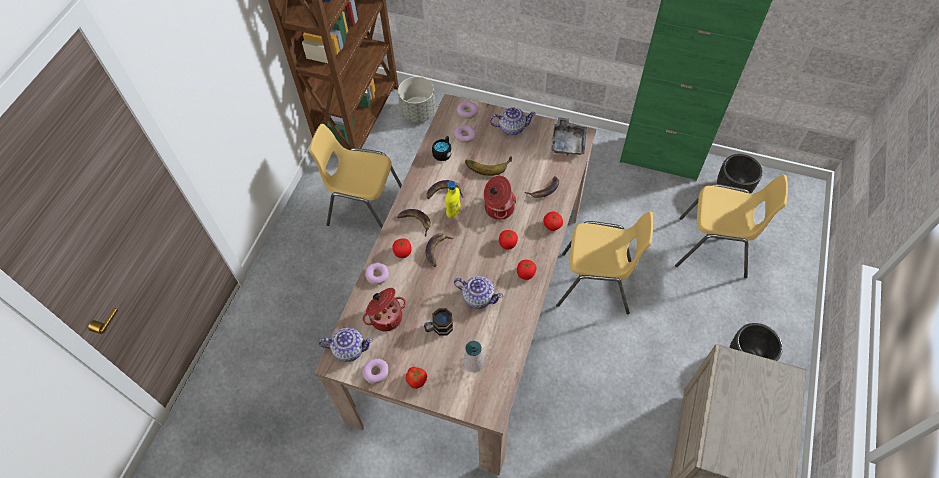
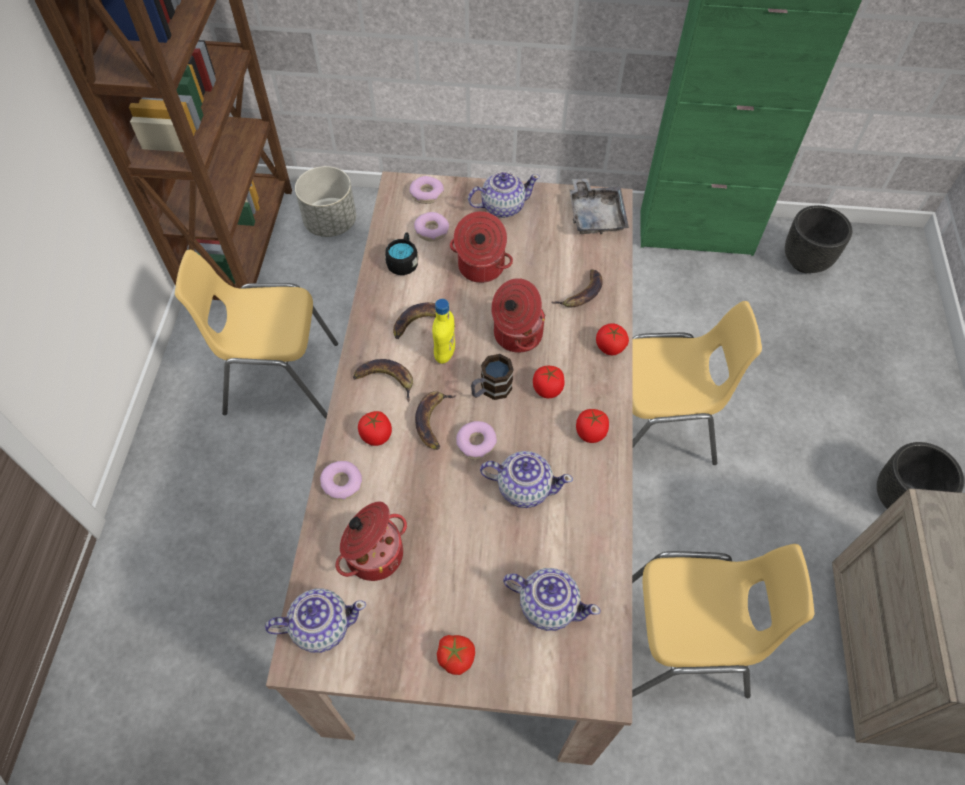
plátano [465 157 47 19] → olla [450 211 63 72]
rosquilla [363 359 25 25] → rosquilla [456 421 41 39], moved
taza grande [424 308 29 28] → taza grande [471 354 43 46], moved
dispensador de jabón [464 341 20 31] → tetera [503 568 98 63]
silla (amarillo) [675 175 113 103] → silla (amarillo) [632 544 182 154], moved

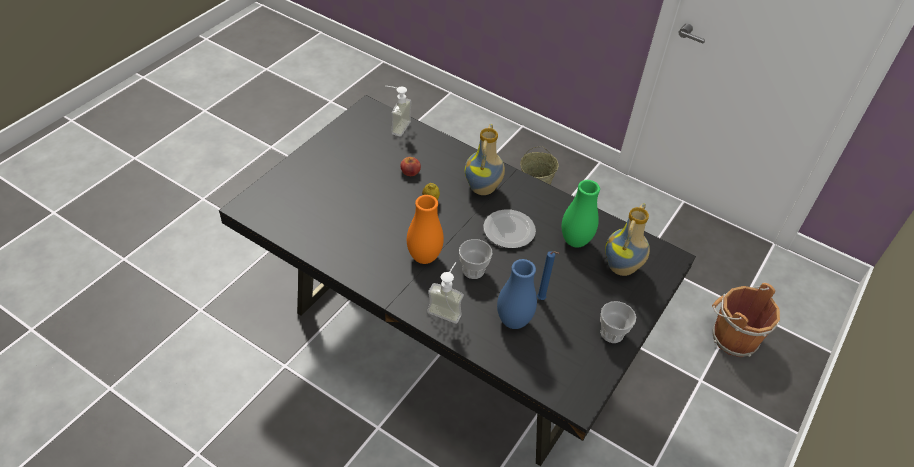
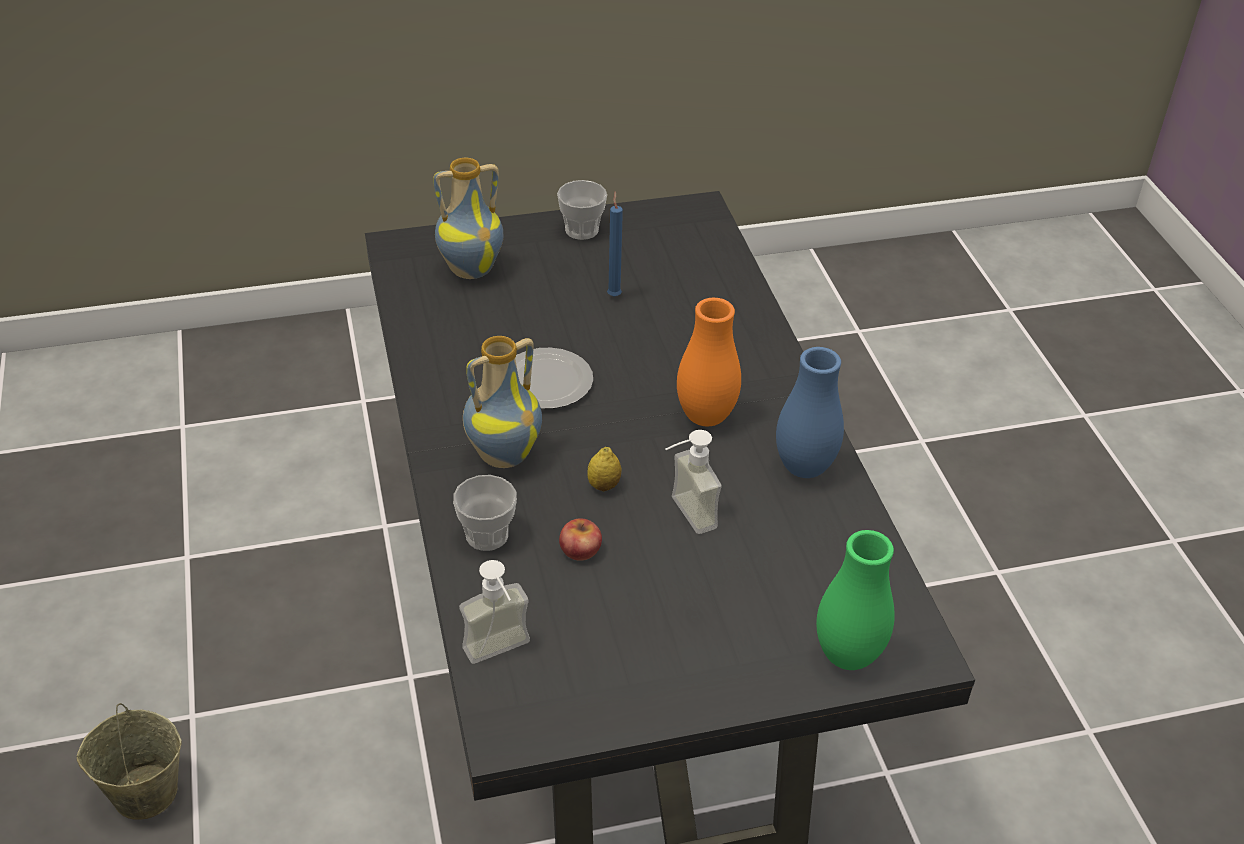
taza [459 239 33 40] → taza [453 475 64 76], moved
dispensador de jabón [427 262 37 62] → dispensador de jabón [665 430 57 104], moved
florero (azul) [497 259 40 70] → florero (azul) [776 347 68 131], moved
florero (verde) [562 180 38 68] → florero (verde) [816 530 79 140], moved
cubo (marrón) [712 283 68 74] → -

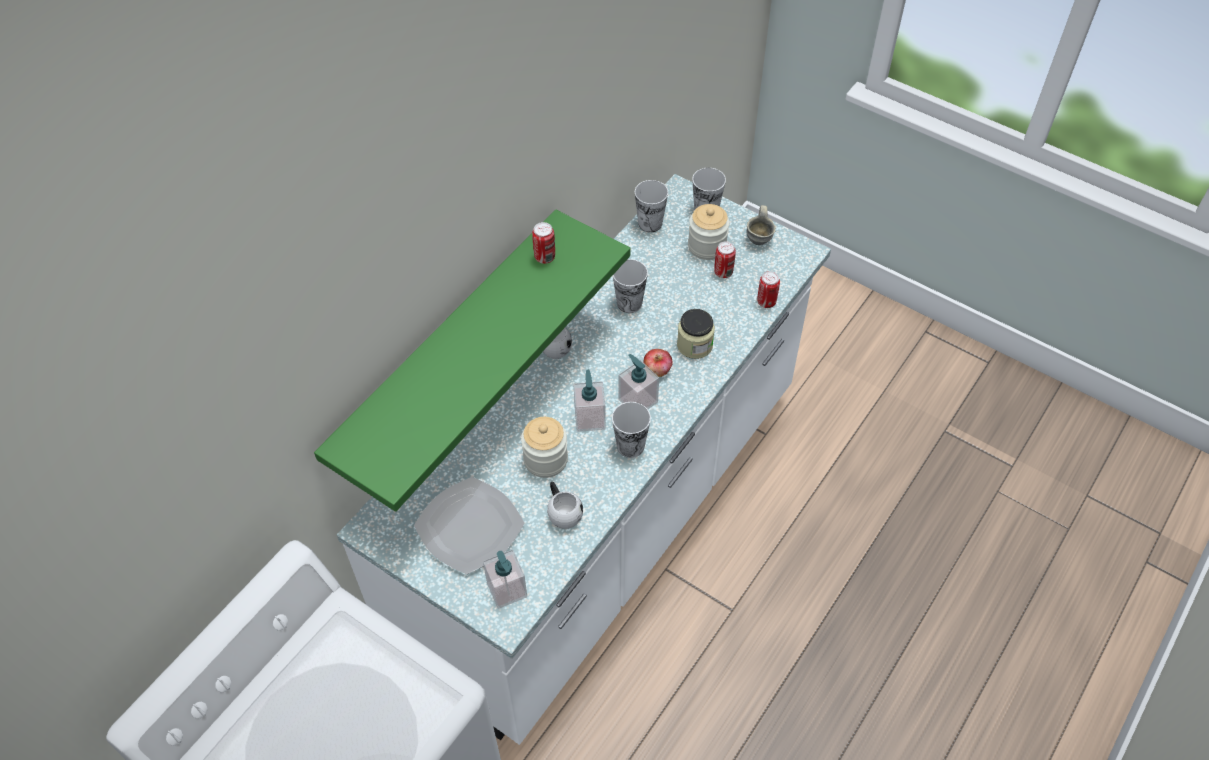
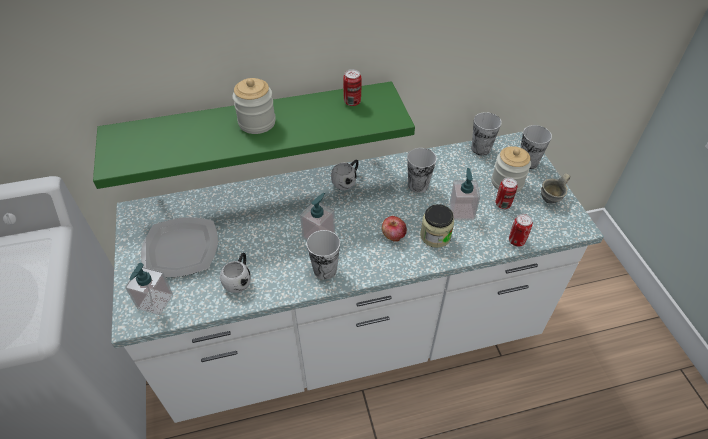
tarro [521 417 47 61] → tarro [233 78 43 56], moved
dispensador de jabón [618 354 41 55] → dispensador de jabón [449 168 31 52], moved

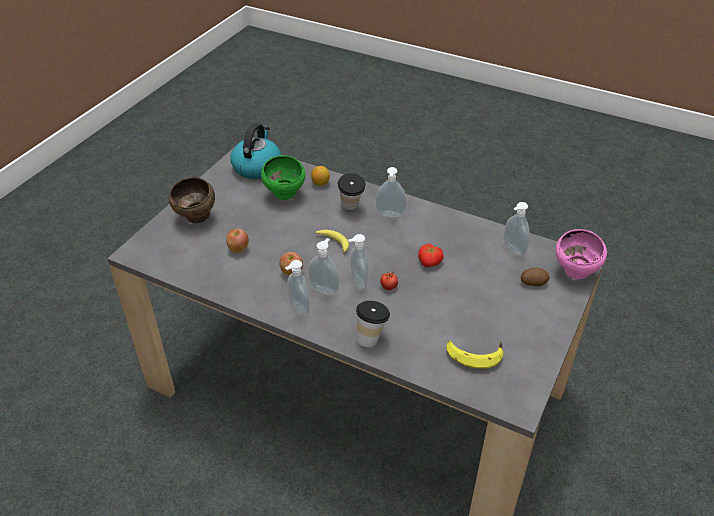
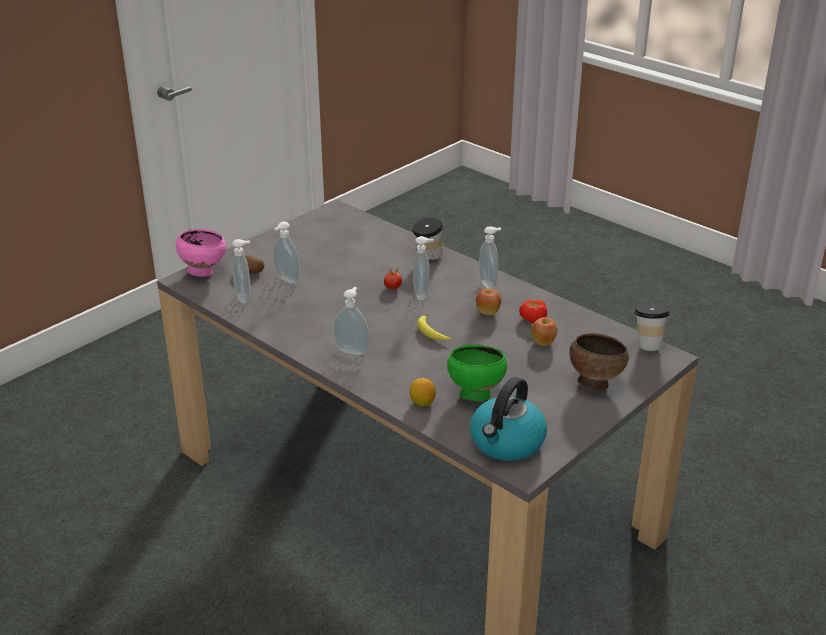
dispensador de jabón [308 238 32 58] → dispensador de jabón [273 222 27 61], moved
tomate [418 244 26 23] → tomate [519 299 28 24], moved
taza [338 173 28 37] → taza [634 304 36 47], moved
plátano [446 341 57 28] → -

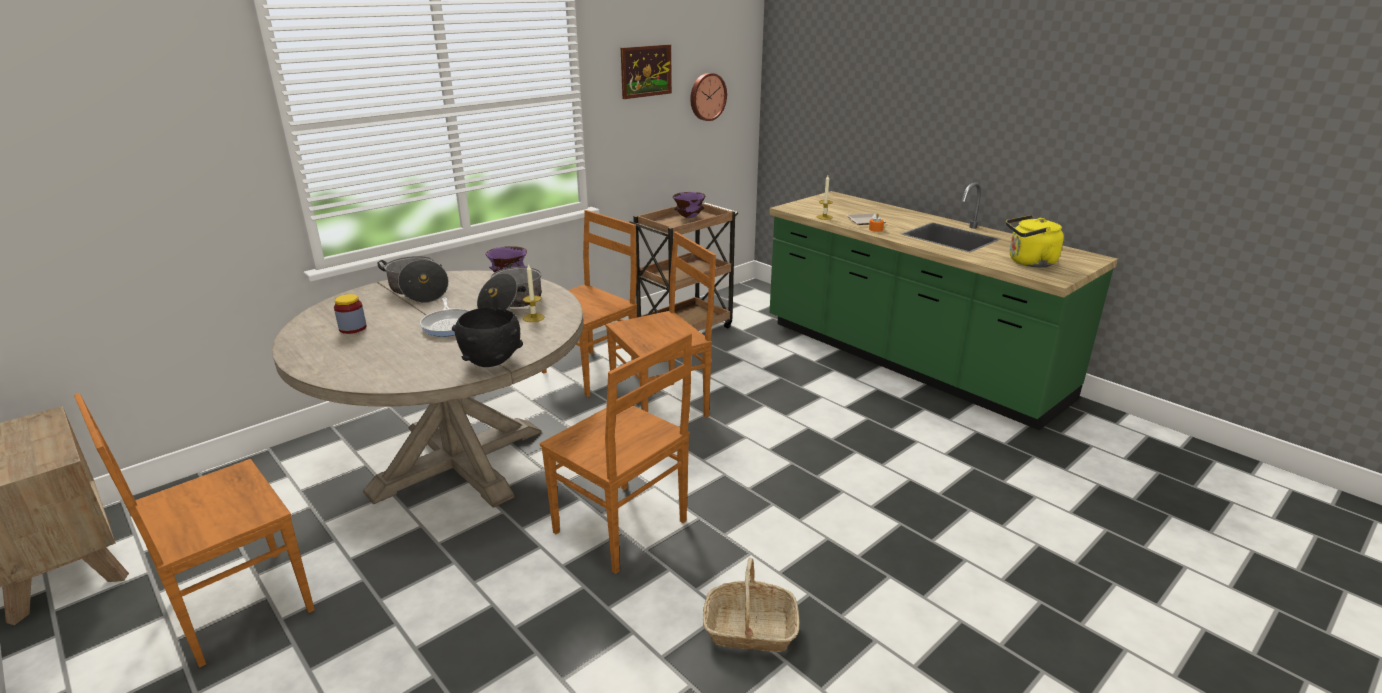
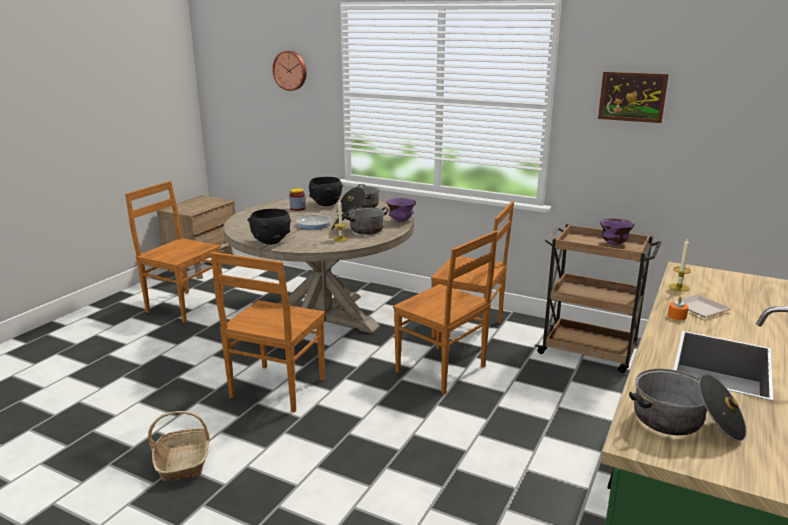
reloj de pared [690 73 37 48] → reloj de pared [272 51 34 40], moved
- → cuenco (negro) [309 177 34 29]
hervidor (amarillo) [1006 215 58 52] → olla [629 369 117 72]

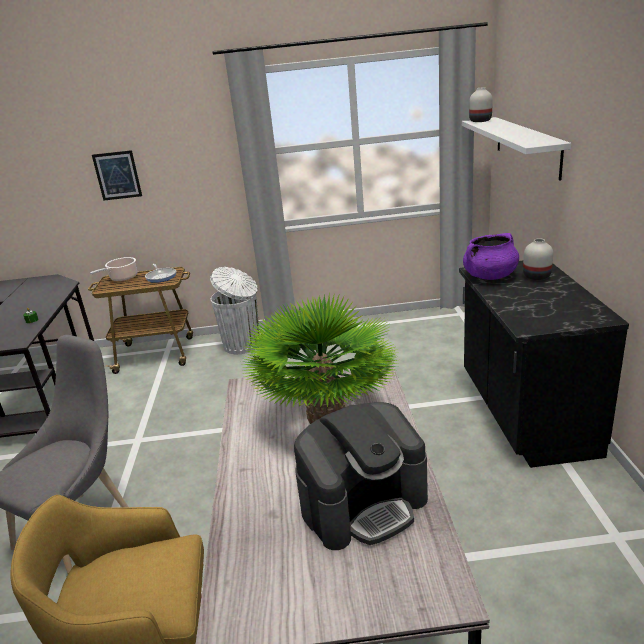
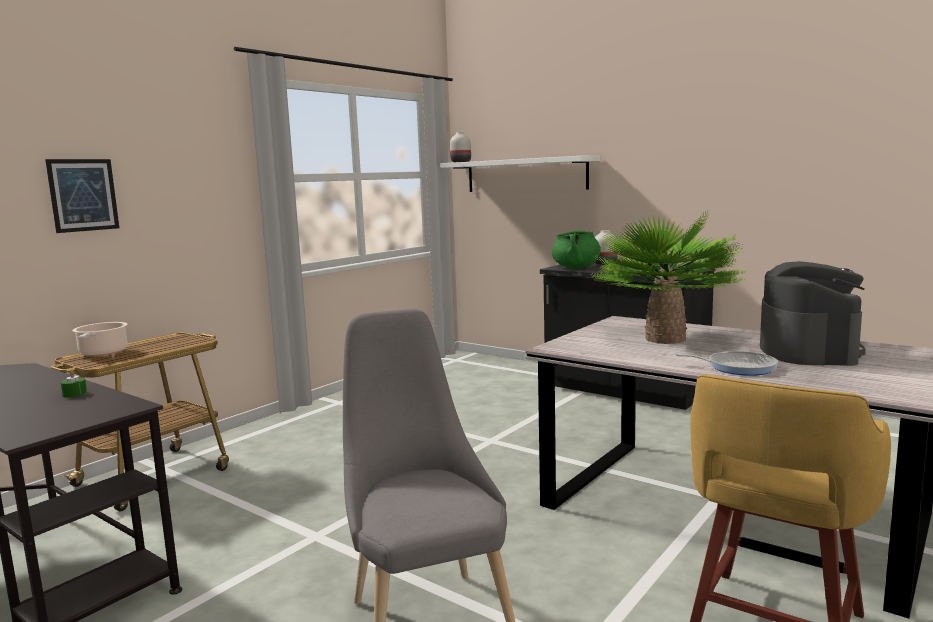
olla (morado) [463 233 56 47] → olla (verde) [552 230 49 38]
sartén [145 264 31 19] → sartén [675 351 103 25], moved
papelera (blanco) [210 267 49 87] → -

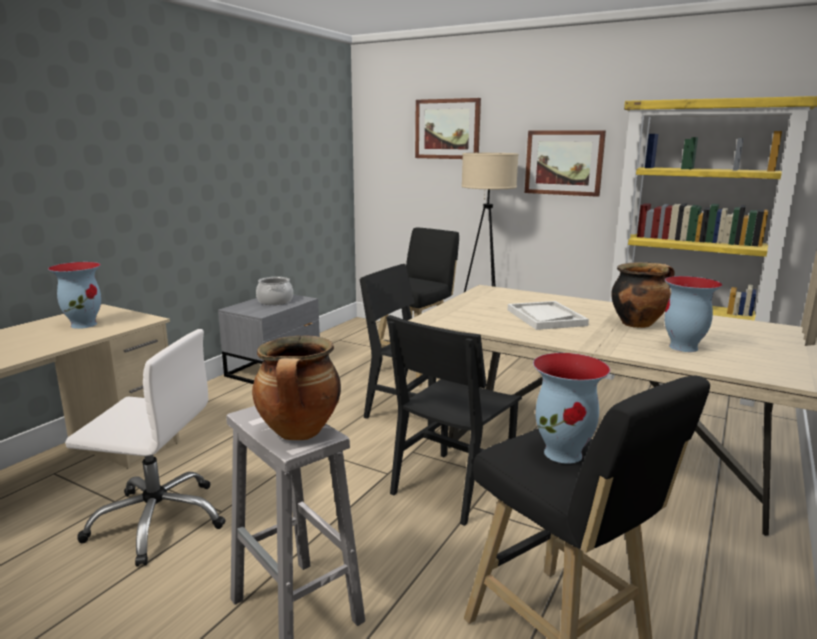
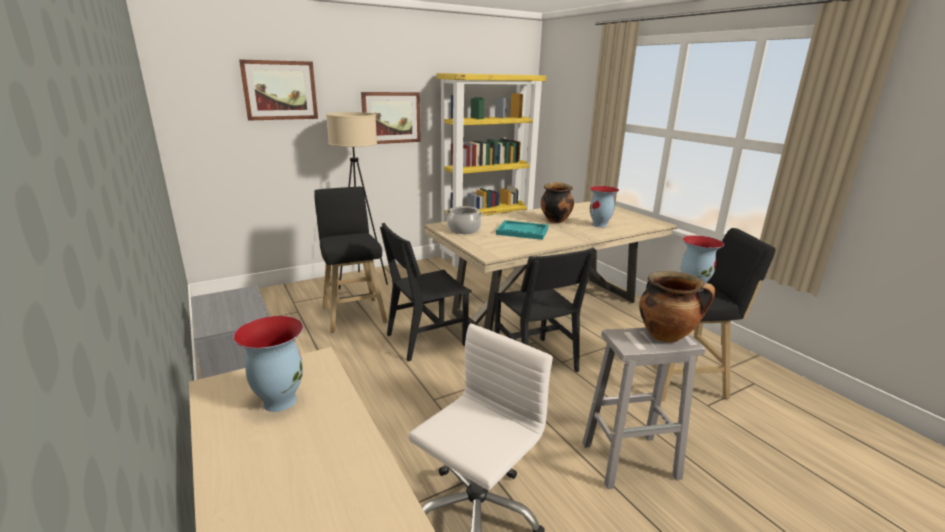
olla [256 277 37 28] → olla [445 206 39 28], moved
bandeja (blanco) [508 301 81 29] → bandeja (turquesa) [496 220 52 20]

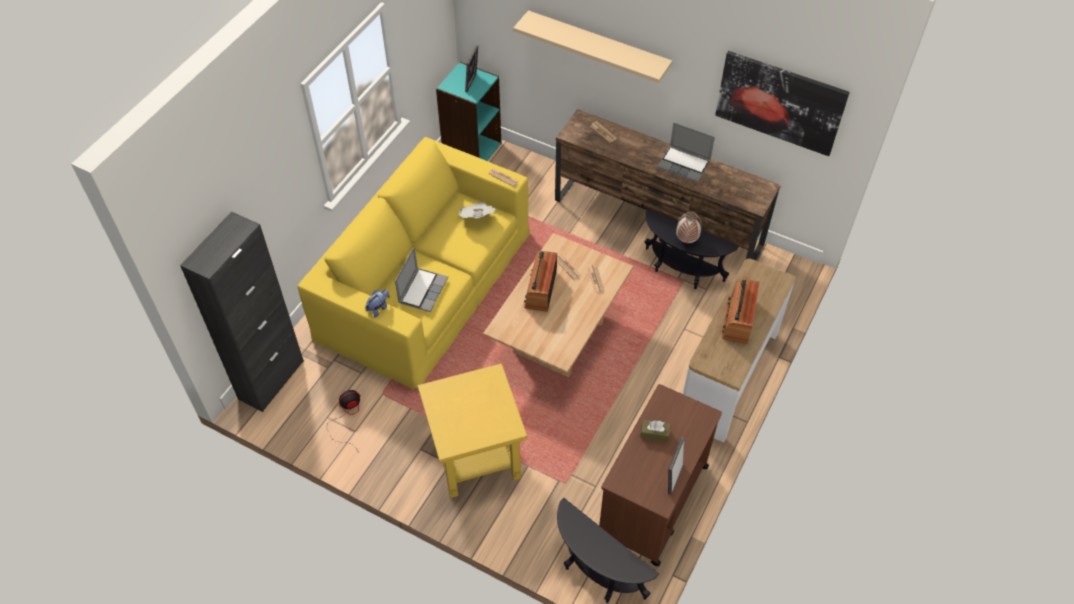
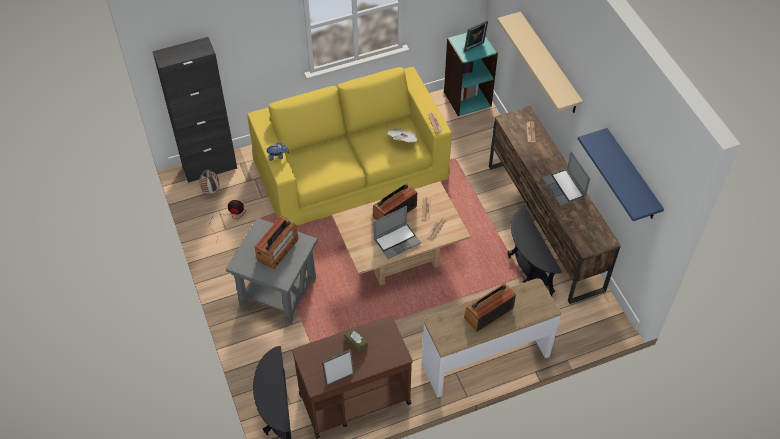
florero [676 211 27 32] → florero [199 170 21 24], moved
mesa auxiliar (amarillo) [418 363 109 135] → mesa auxiliar (gris) [226 218 92 107]
- → radio [255 216 44 53]
portátil [395 247 53 65] → portátil [373 206 48 53], moved
cuadro [715 51 135 105] → estante (azul) [578 128 86 93]

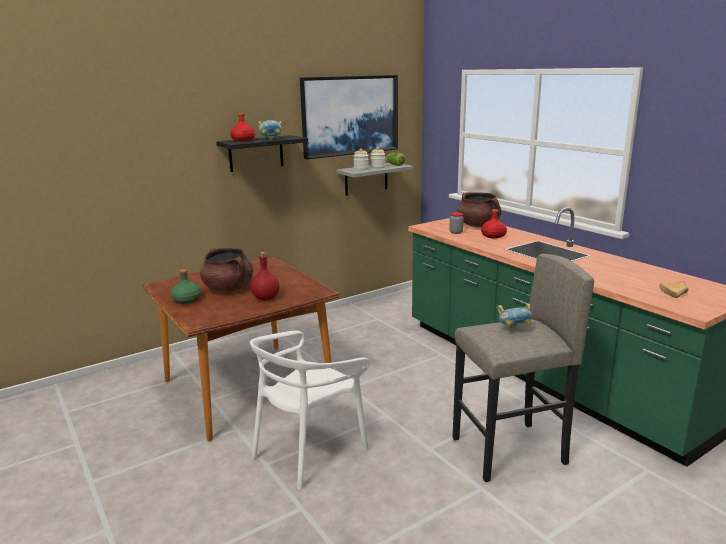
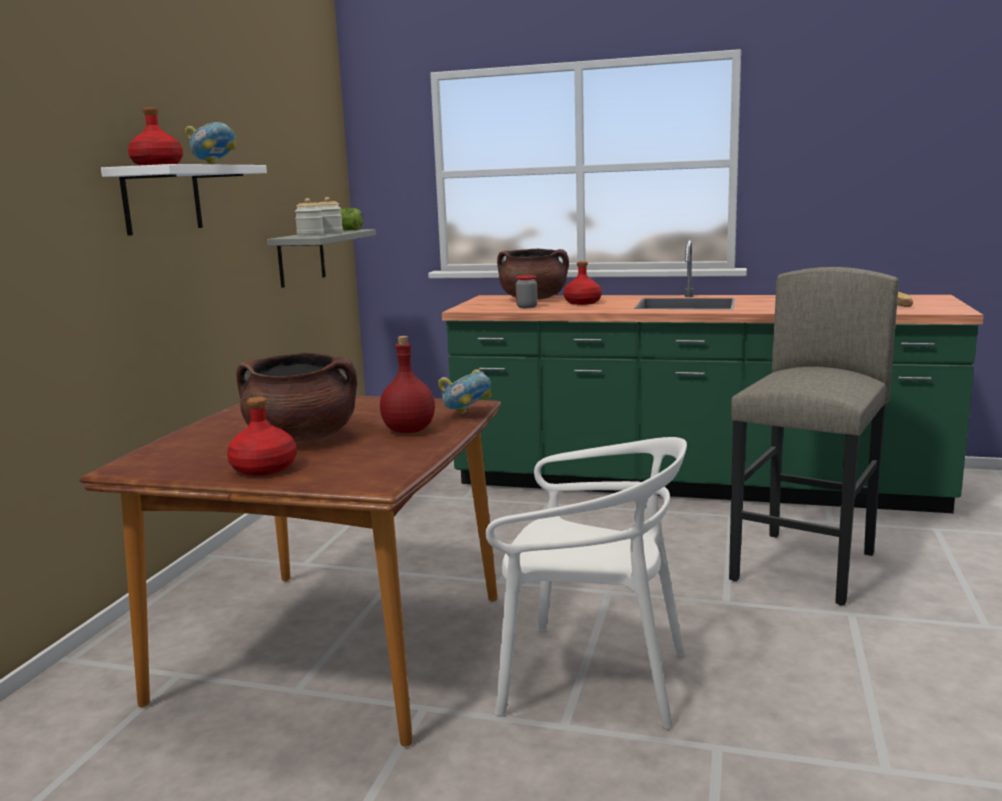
estante (negro) [216 135 92 37] → estante (blanco) [101 164 166 72]
botella (verde) [171 269 31 35] → botella (rojo) [227 397 70 79]
cuenco [497 304 35 25] → cuenco [438 369 54 45], moved
silla (blanco) [250 331 120 158] → silla (blanco) [485 437 202 291], 75 degrees counterclockwise
cuadro [300 75 98 84] → -

